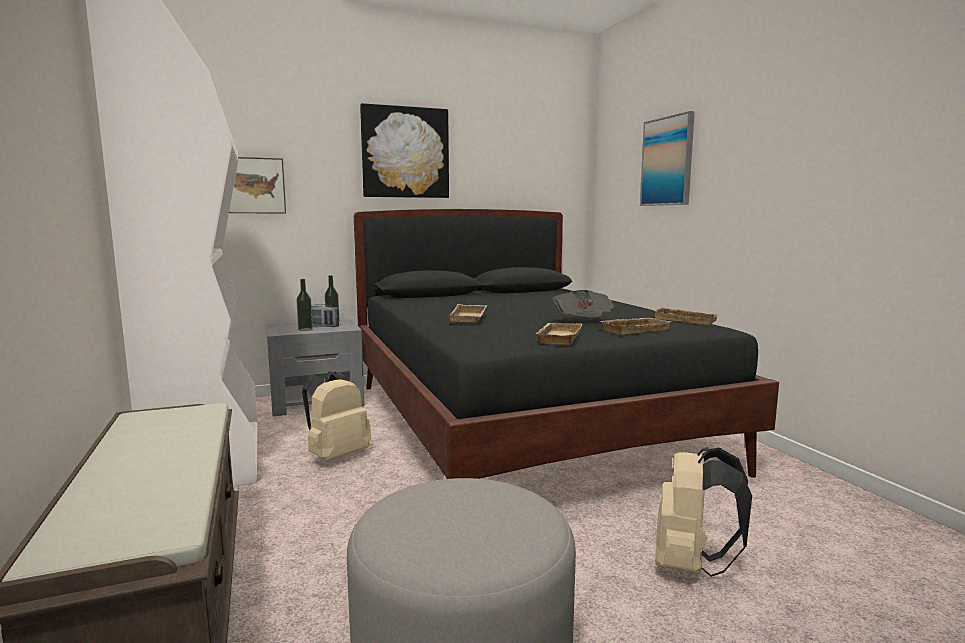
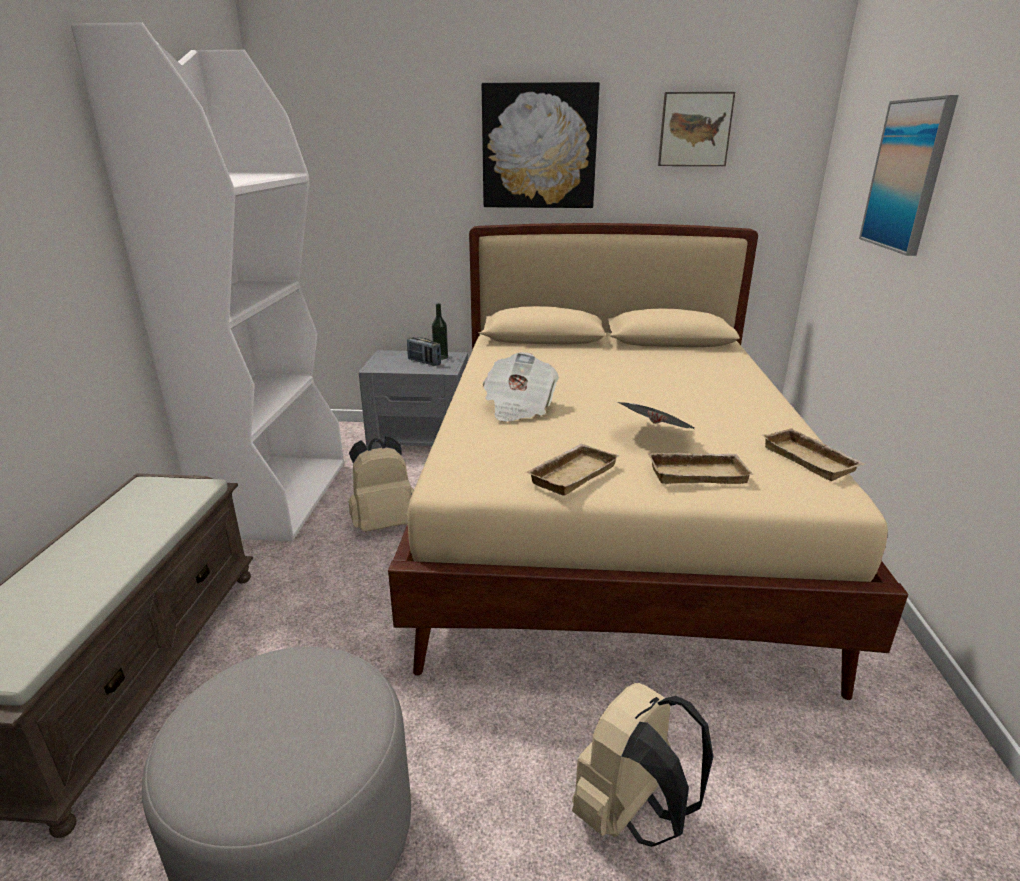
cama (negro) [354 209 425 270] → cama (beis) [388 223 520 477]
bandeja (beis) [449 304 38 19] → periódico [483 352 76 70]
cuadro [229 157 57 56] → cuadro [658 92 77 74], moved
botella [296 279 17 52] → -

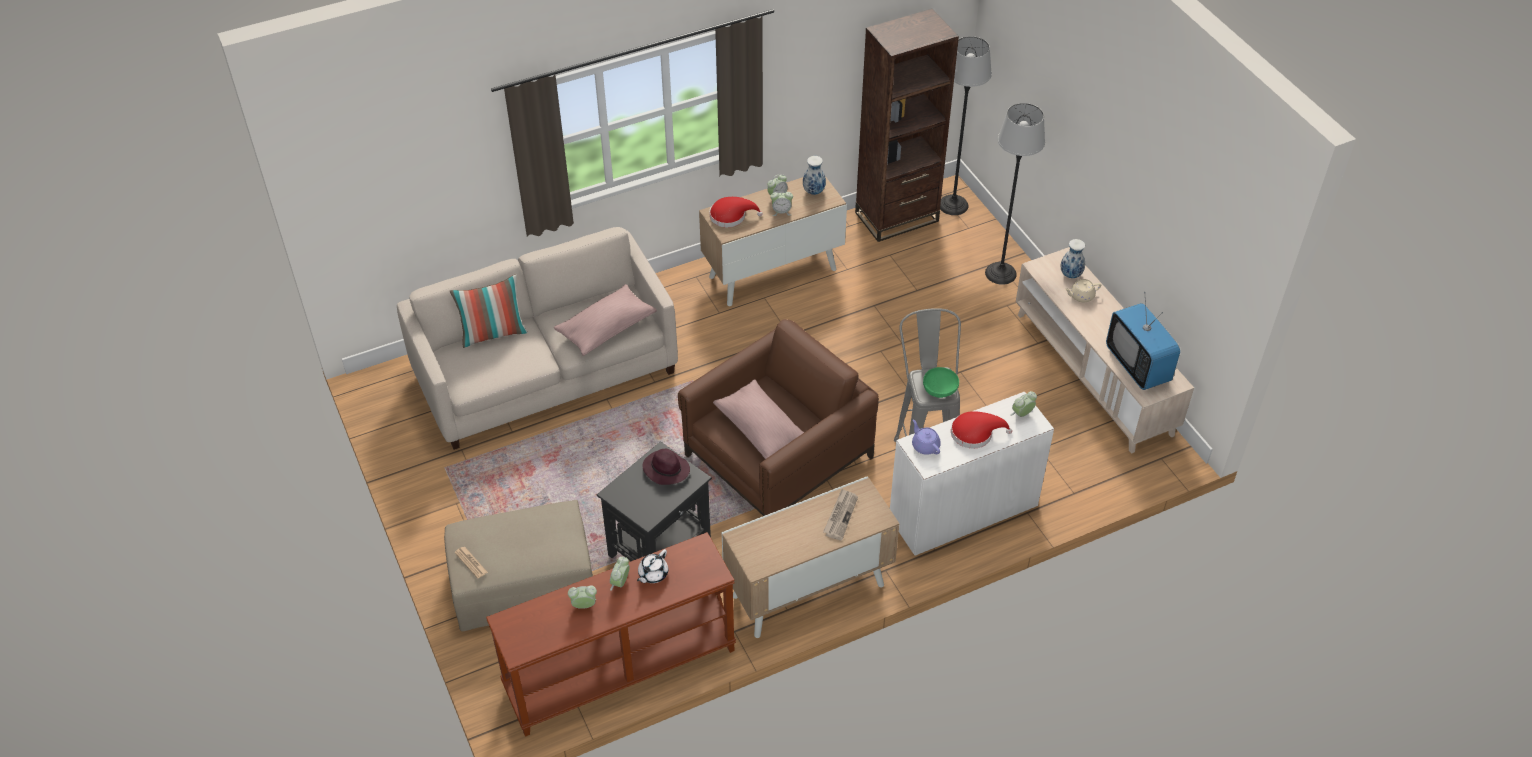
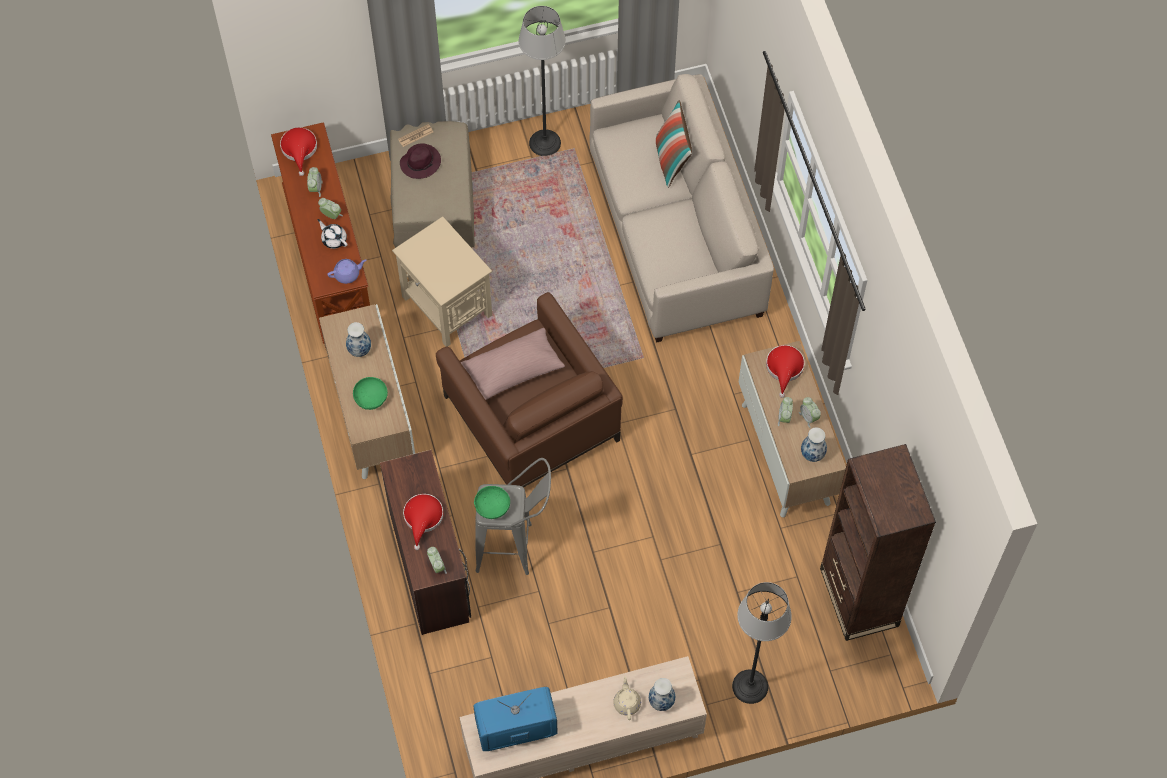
- → sombrero (rojo) [280 128 37 48]
tetera (morado) [912 419 29 36] → tetera (morado) [327 259 39 25], moved
- → florero [346 322 25 35]
periódico [823 489 35 51] → cuenco (verde) [353 377 35 33]
escritorio (blanco) [890 391 164 164] → escritorio (marrón) [380 450 91 185]
mesa auxiliar (negro) [597 441 115 120] → mesa auxiliar (beis) [392 216 100 131]
sombrero (morado) [642 449 48 36] → sombrero (morado) [400 144 41 35], moved
lámpara de pie [940 36 52 179] → lámpara de pie [519 6 47 150], moved
cojín (rosa) [554 284 103 72] → -

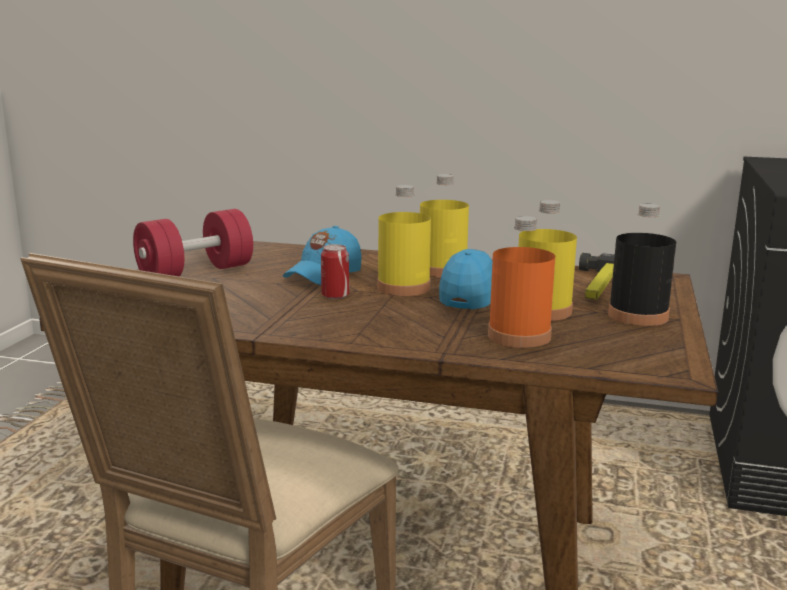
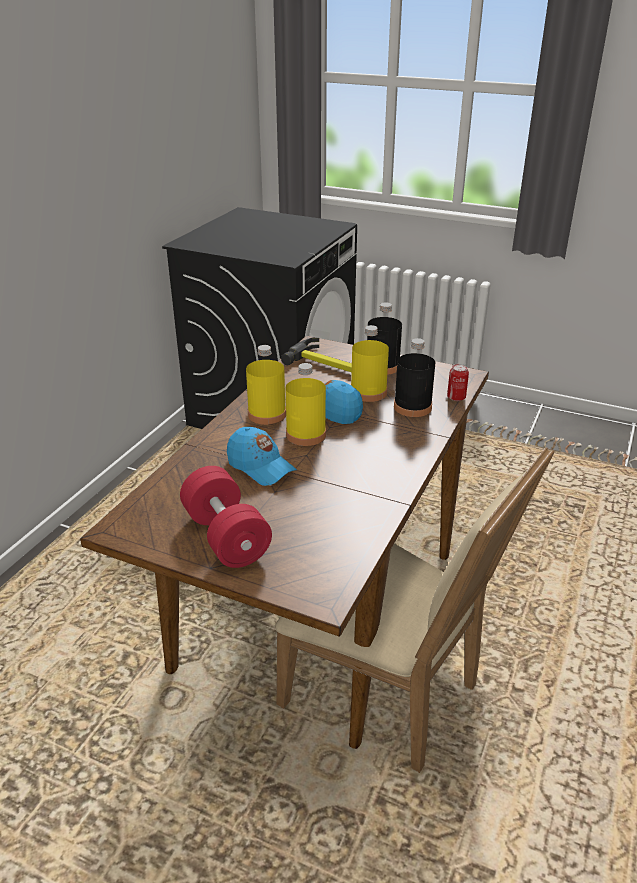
botella (naranja) [488 216 67 132] → botella (negro) [394 338 42 79]
lata [321 244 28 55] → lata [447 364 22 37], moved

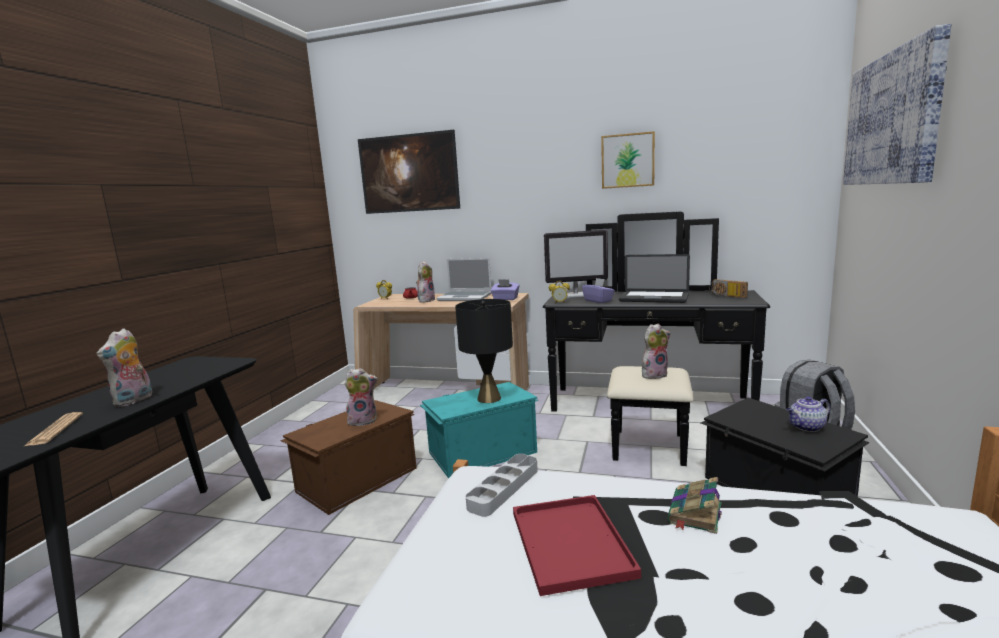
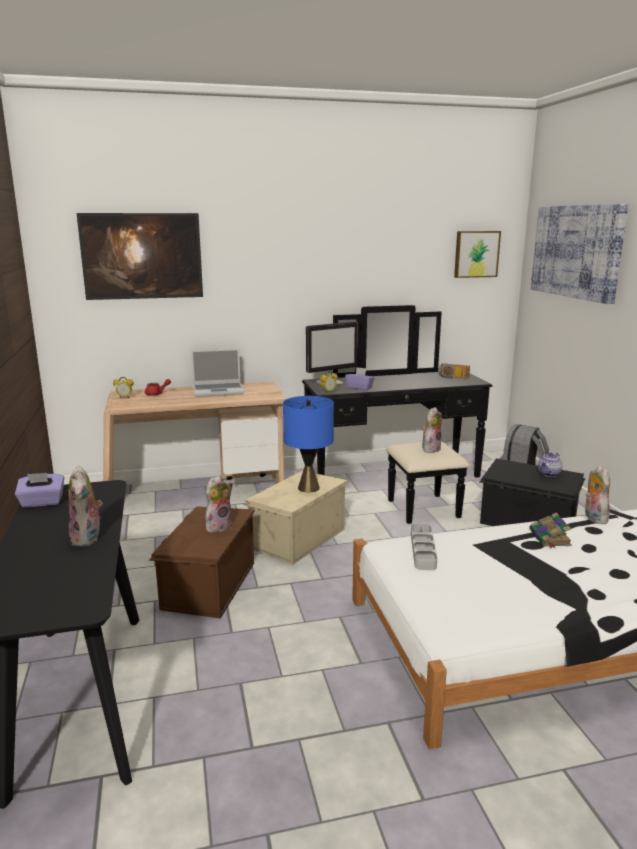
caja de pañuelos (morado) [491 279 28 21] → caja de pañuelos (morado) [15 473 49 35], moved
caja de almacenaje (turquesa) [420 382 118 96] → caja de almacenaje (beis) [243 470 104 95]
lámpara de mesa (negro) [455 299 58 104] → lámpara de mesa (azul) [283 396 51 96]
cuadro [601 131 54 58] → cuadro [454 231 47 47], moved
peluche [416 261 20 42] → peluche [585 466 25 58], moved
periódico [23 412 60 35] → -
bandeja (rojo) [513 495 128 101] → -
portátil [619 254 71 49] → -

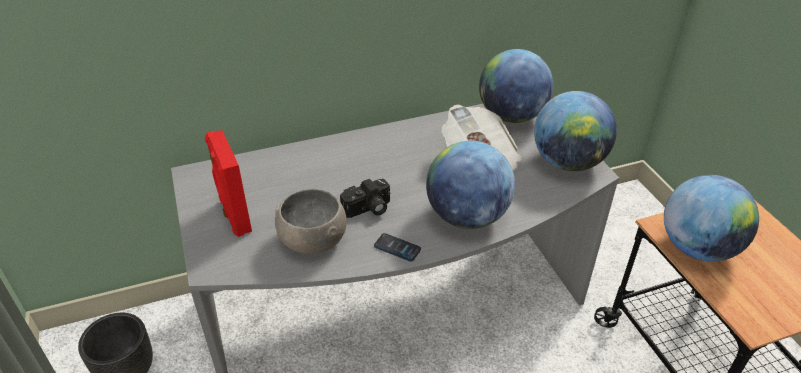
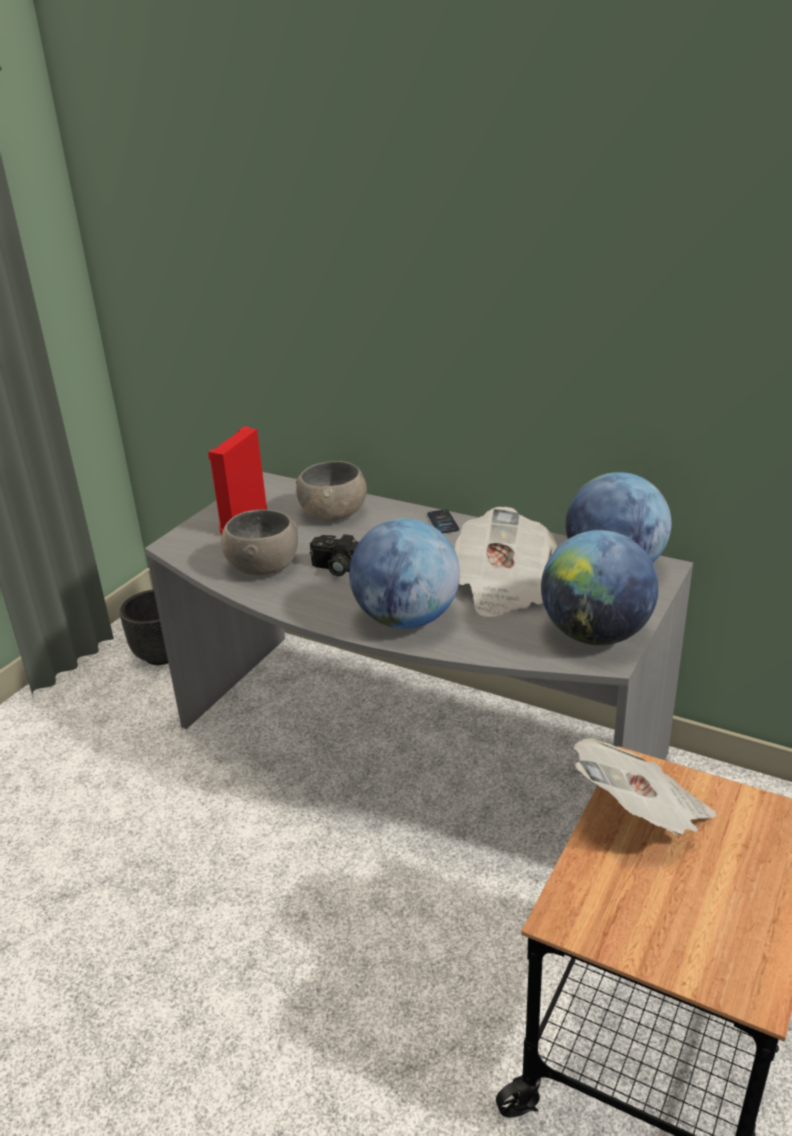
- → cuenco (gris) [296 461 71 60]
móvil [374 233 47 28] → móvil [427 509 32 24], moved
globo terráqueo [664 175 95 87] → periódico [574 738 143 97]

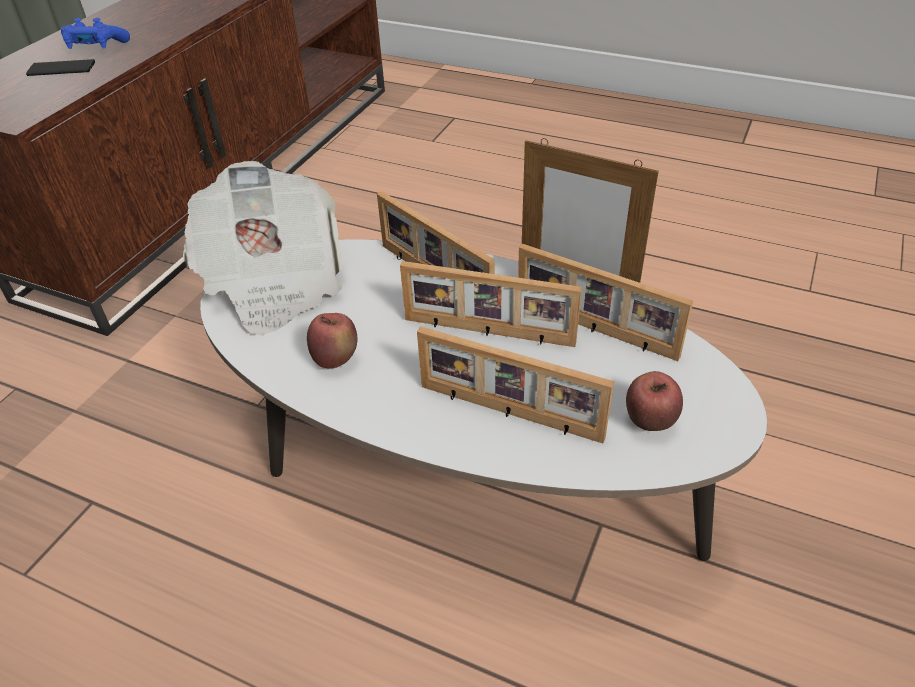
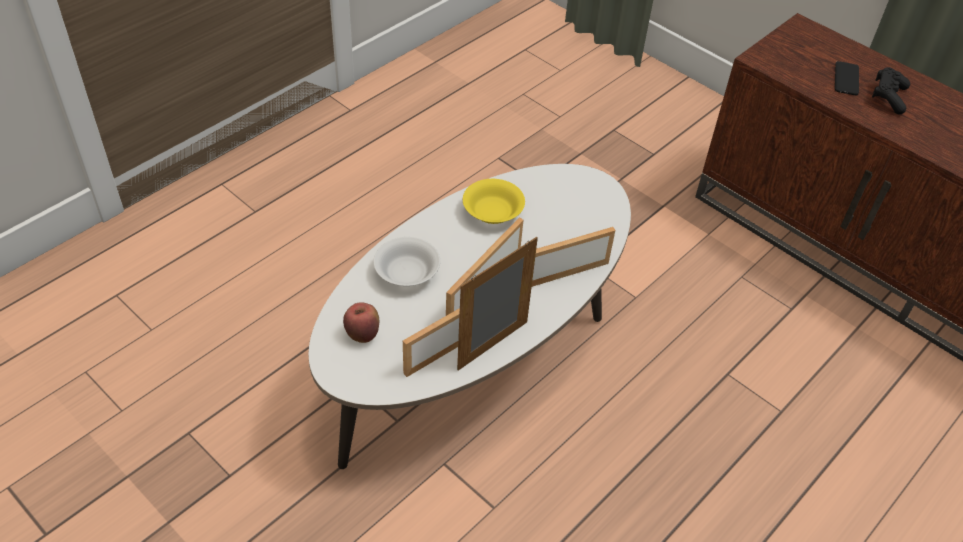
portarretratos [417 326 197 117] → cuenco (blanco) [373 237 67 49]
manzana [307 313 51 56] → cuenco (amarillo) [463 179 62 45]
mando de consola (azul) [61 18 69 31] → mando de consola (negro) [872 67 38 47]
periódico [182 161 160 174] → -

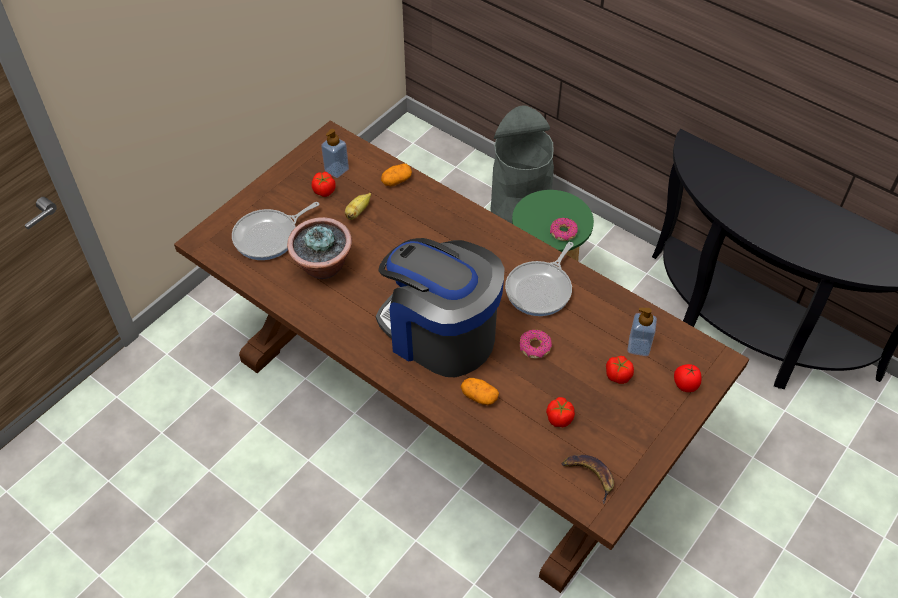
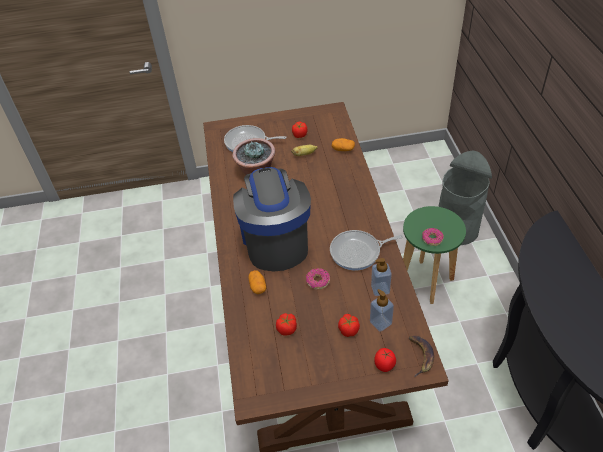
dispensador de jabón [321 129 28 49] → dispensador de jabón [371 258 21 38], moved
plátano [562 454 52 50] → plátano [409 336 25 41], moved

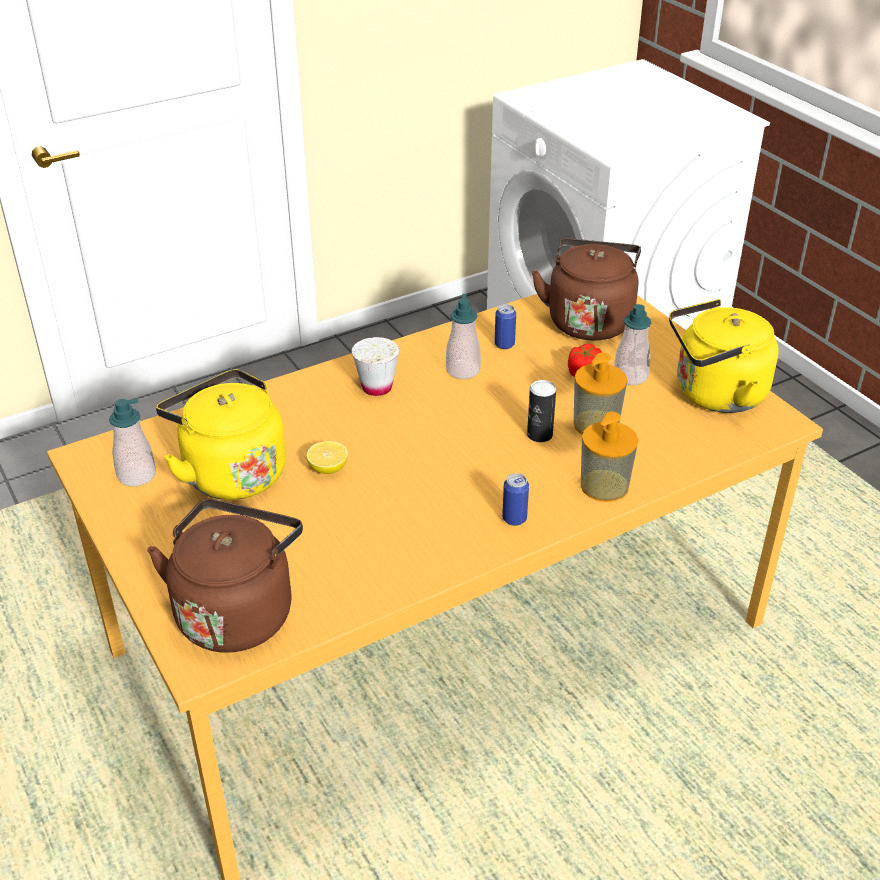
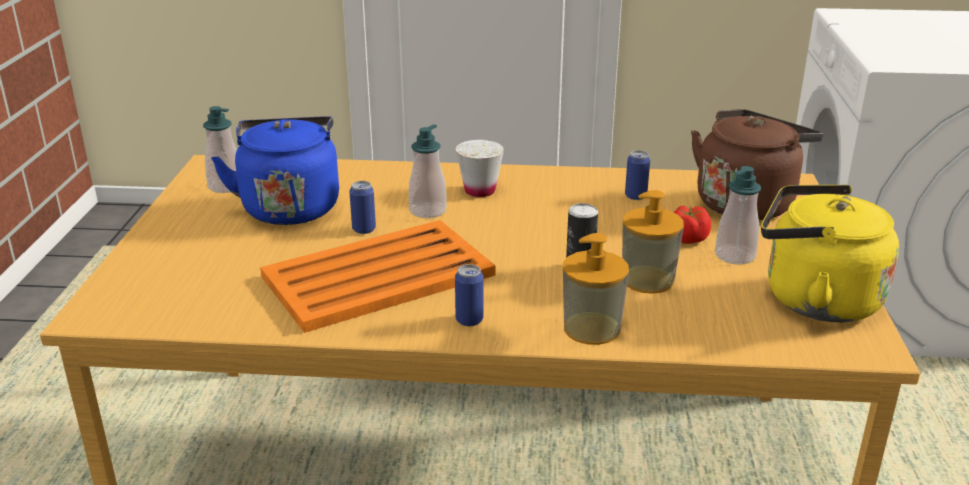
hervidor (amarillo) [156 369 130 131] → hervidor (azul) [211 116 128 109]
- → bandeja (naranja) [260 220 235 113]
limón [306 441 42 33] → lata [349 181 27 53]
dispensador de jabón [446 294 35 85] → dispensador de jabón [409 124 38 94], moved
hervidor (marrón) [147 499 156 153] → -

